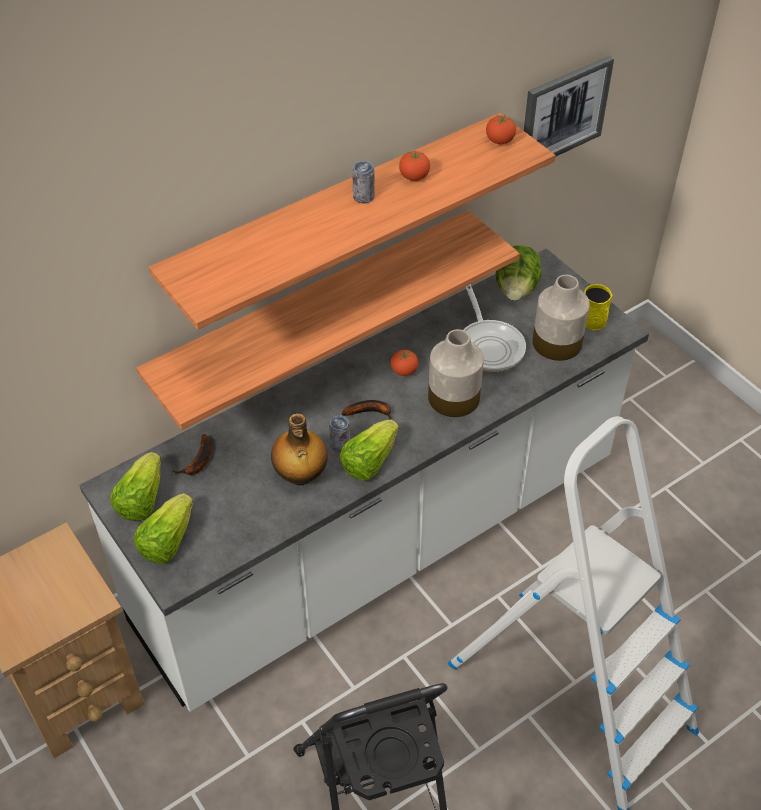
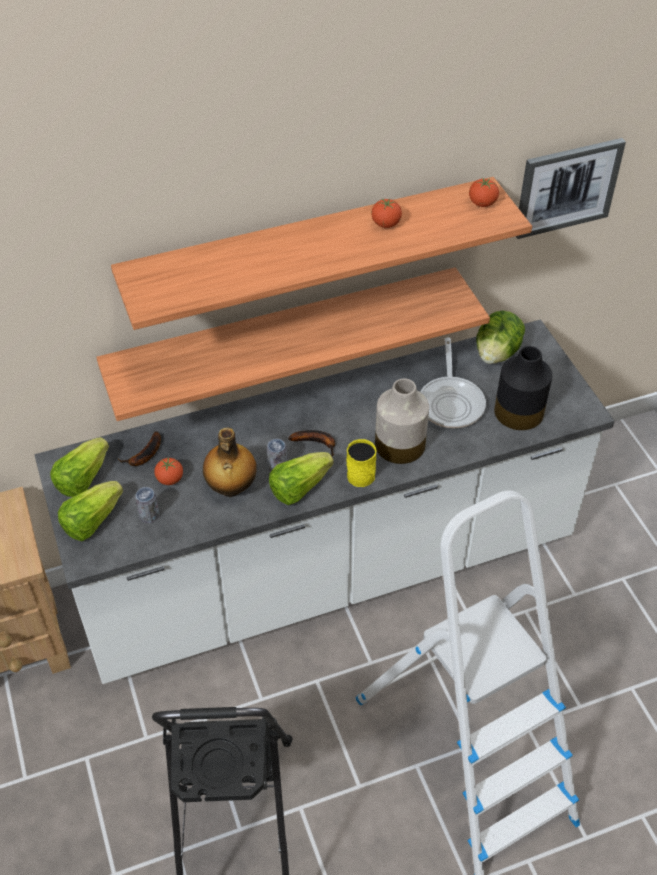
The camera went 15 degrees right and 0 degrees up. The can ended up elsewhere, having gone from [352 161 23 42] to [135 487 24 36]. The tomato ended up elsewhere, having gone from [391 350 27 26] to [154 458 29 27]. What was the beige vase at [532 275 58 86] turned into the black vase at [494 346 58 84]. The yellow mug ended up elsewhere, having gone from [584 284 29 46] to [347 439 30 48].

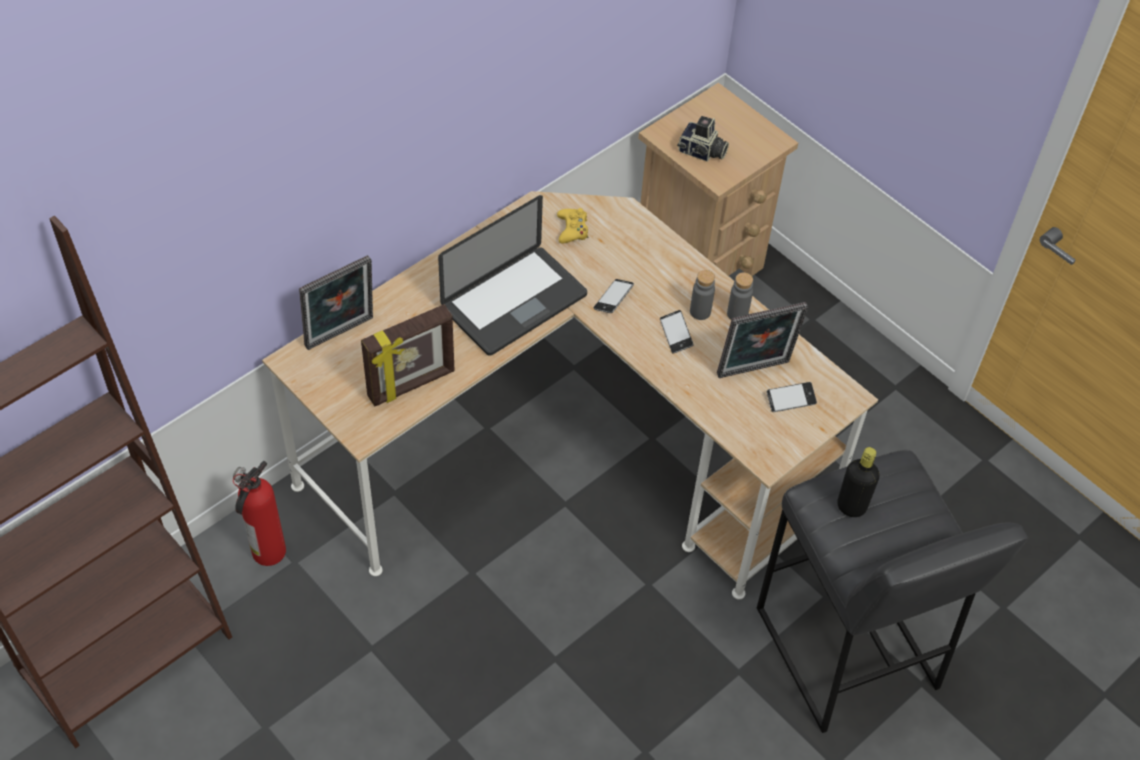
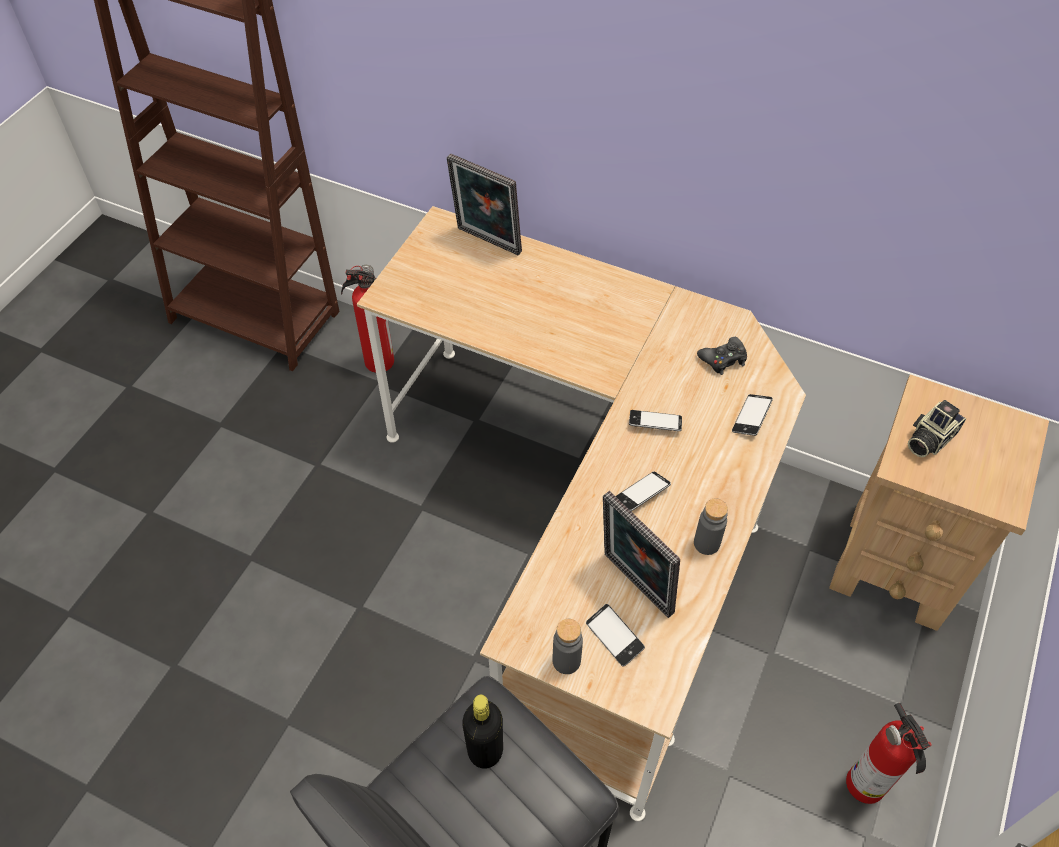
The camera went 70 degrees right and 0 degrees up. The second view lost the picture frame at [361 304 94 102]. The second view lost the laptop at [438 195 149 161]. What was the yellow game controller at [557 208 32 35] turned into the black game controller at [697 337 50 38]. The photo camera at [677 116 52 46] ended up facing another way, 45 degrees clockwise from before. The grey bottle ended up elsewhere, having gone from [690 270 25 50] to [552 619 31 55]. The second view gained the phone at [732 394 41 42]. The second view gained the fire extinguisher at [846 703 86 101].

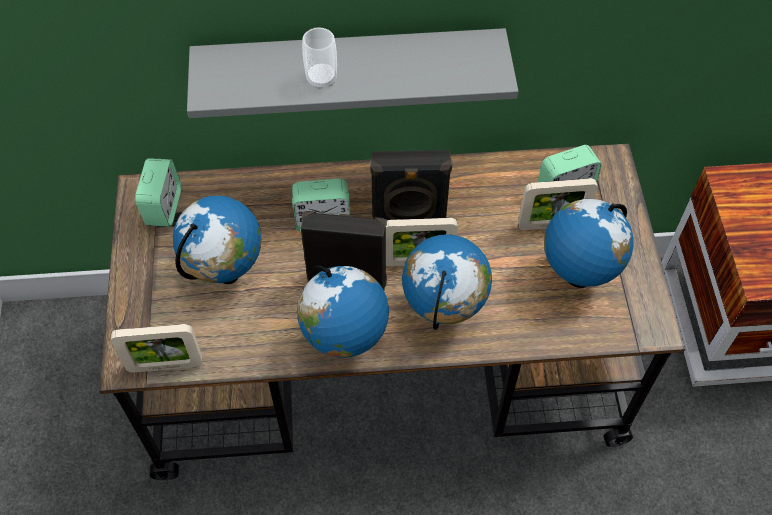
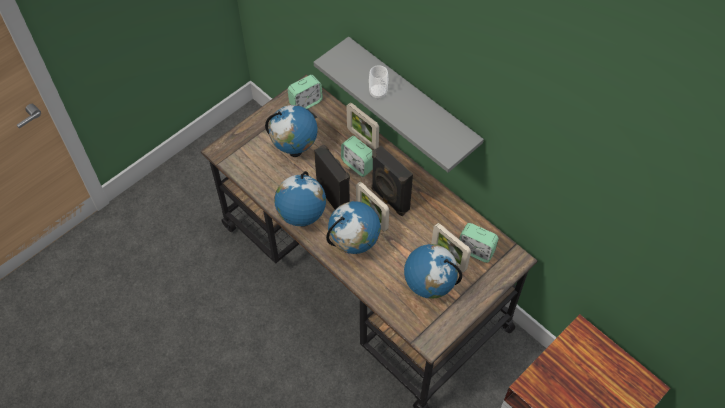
The camera went 50 degrees right and 0 degrees up. The picture frame ended up elsewhere, having gone from [111 324 91 48] to [346 103 33 47].

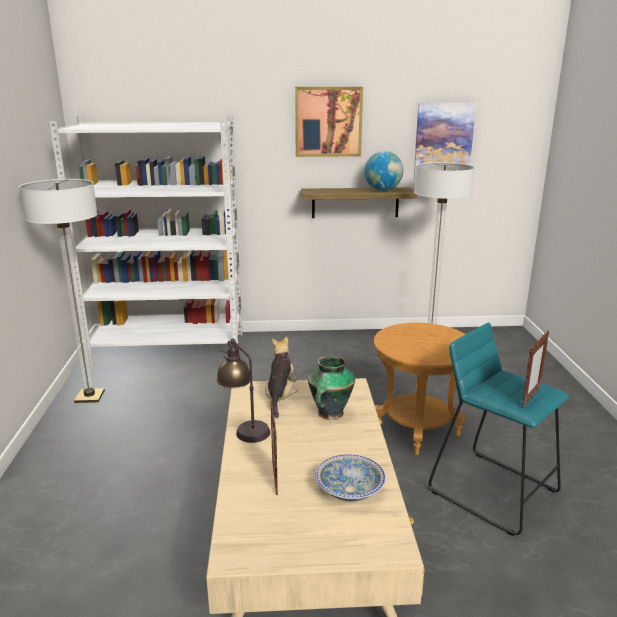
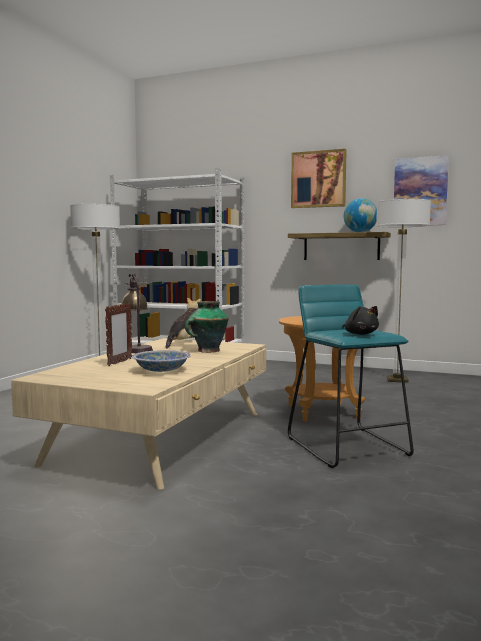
The camera went 25 degrees right and 15 degrees down. Where the picture frame stood at [522 330 27 78], the black plush toy came to stand at [342 306 37 29].

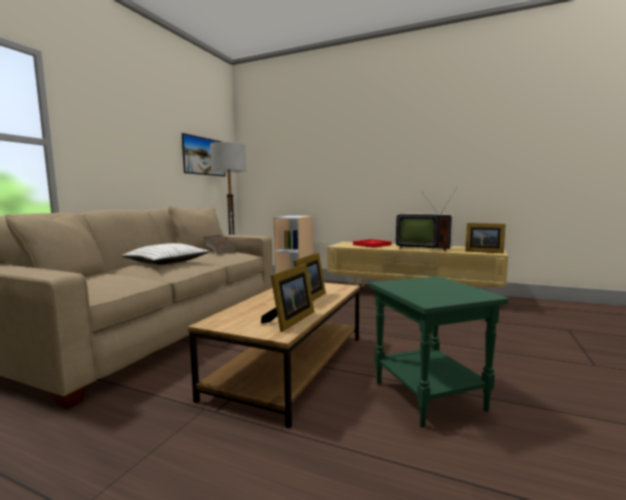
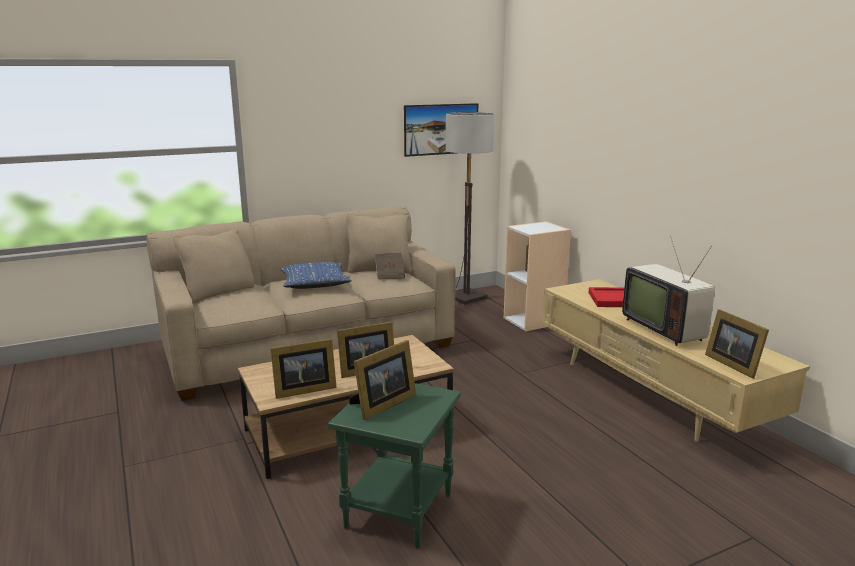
The camera went 40 degrees right and 10 degrees up. What was the white pillow at [122 243 88 22] turned into the blue pillow at [280 262 72 27]. The second view gained the picture frame at [349 340 67 80].

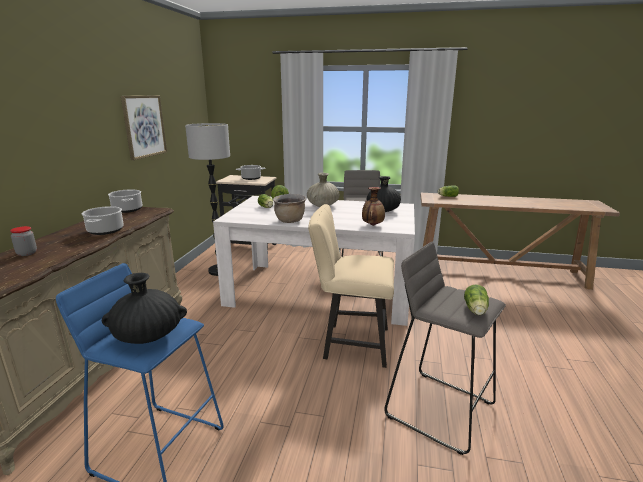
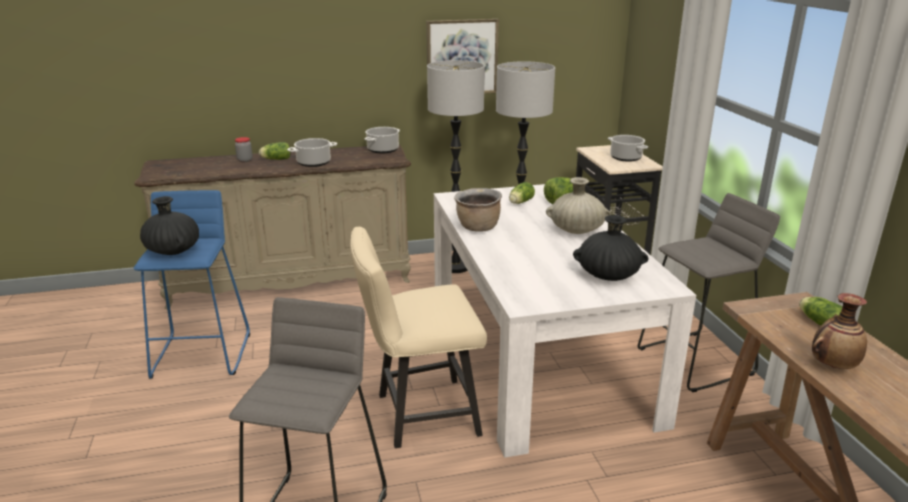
The camera went 65 degrees right and 5 degrees up. The beige chair at [308 204 86 164] ended up facing another way, 90 degrees counterclockwise from before. The vase ended up elsewhere, having gone from [362 187 23 39] to [812 293 55 76]. The lettuce ended up elsewhere, having gone from [464 284 25 31] to [259 142 32 18]. The second view gained the floor lamp at [427 60 58 213].

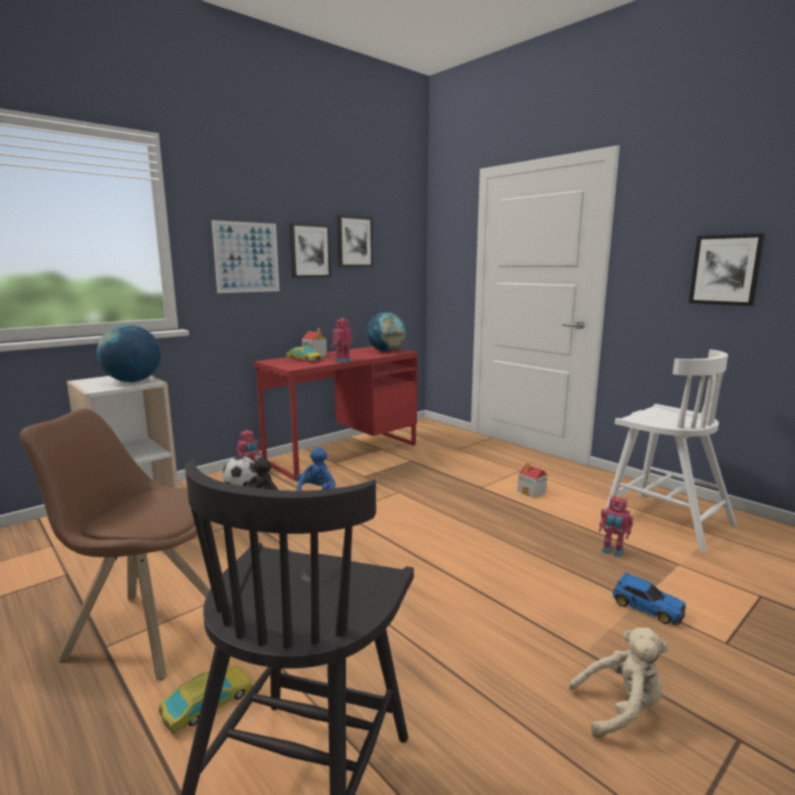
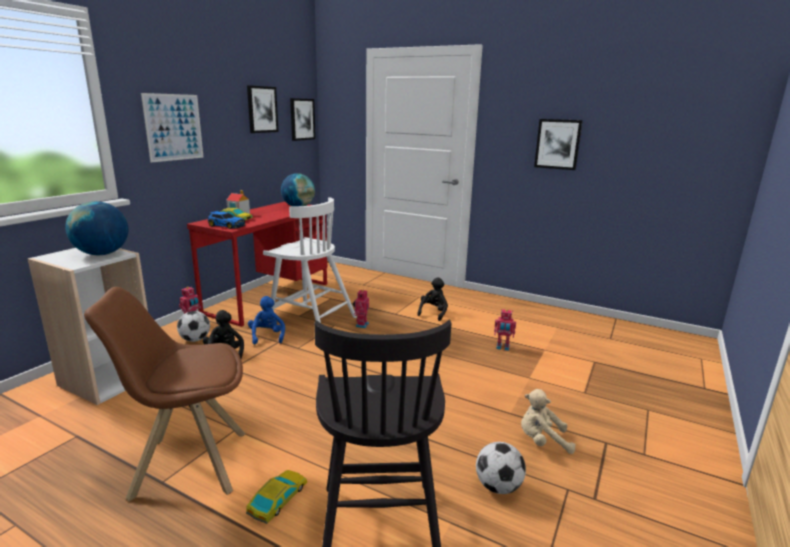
The camera went 20 degrees left and 5 degrees up. The picture ended up elsewhere, having gone from [289 222 42 56] to [290 98 25 43]. The toy robot ended up elsewhere, having gone from [331 318 21 45] to [353 290 16 38]. Where the toy house stood at [518 463 29 35], the black plush toy came to stand at [417 277 31 44]. The beige plush toy at [568 628 101 111] ended up facing another way, 150 degrees counterclockwise from before. The white chair ended up elsewhere, having gone from [605 349 132 204] to [263 197 94 126]. The toy car ended up elsewhere, having gone from [612 572 74 54] to [208 211 37 18]. The second view gained the football at [476 442 50 52].

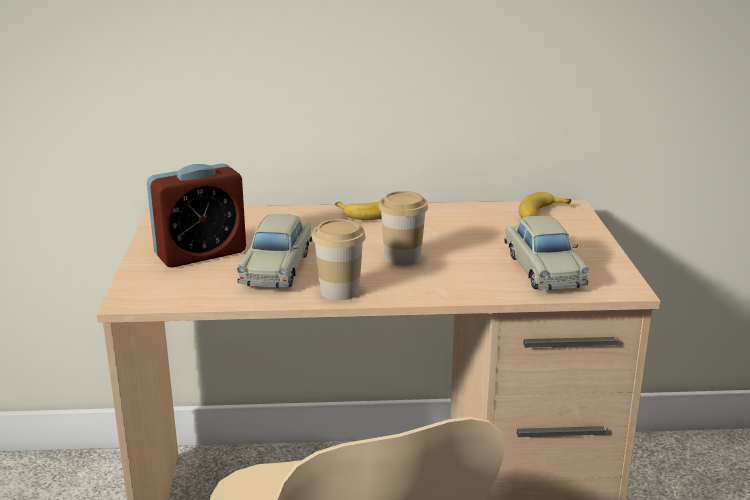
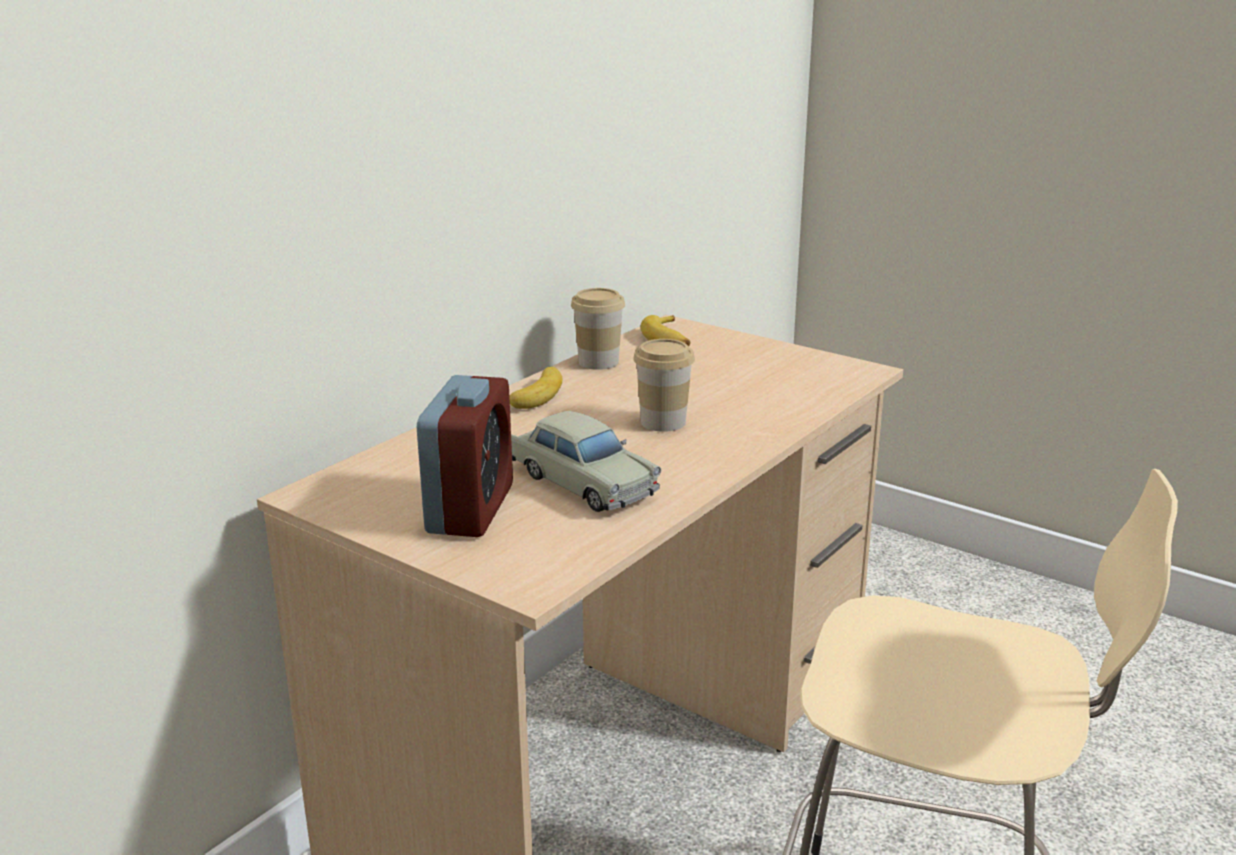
The camera went 50 degrees left and 0 degrees up. The cup ended up elsewhere, having gone from [312 219 54 81] to [571 288 54 82]. The second view lost the beige toy car at [504 215 86 75].

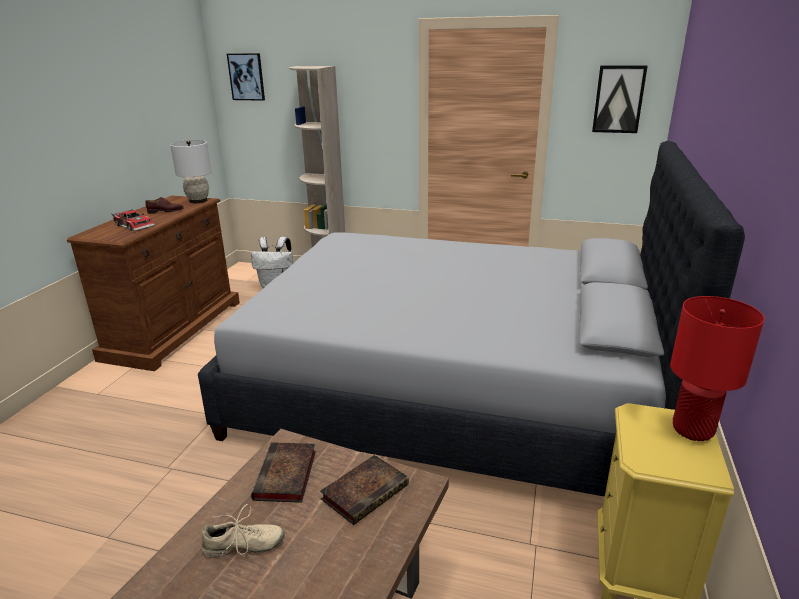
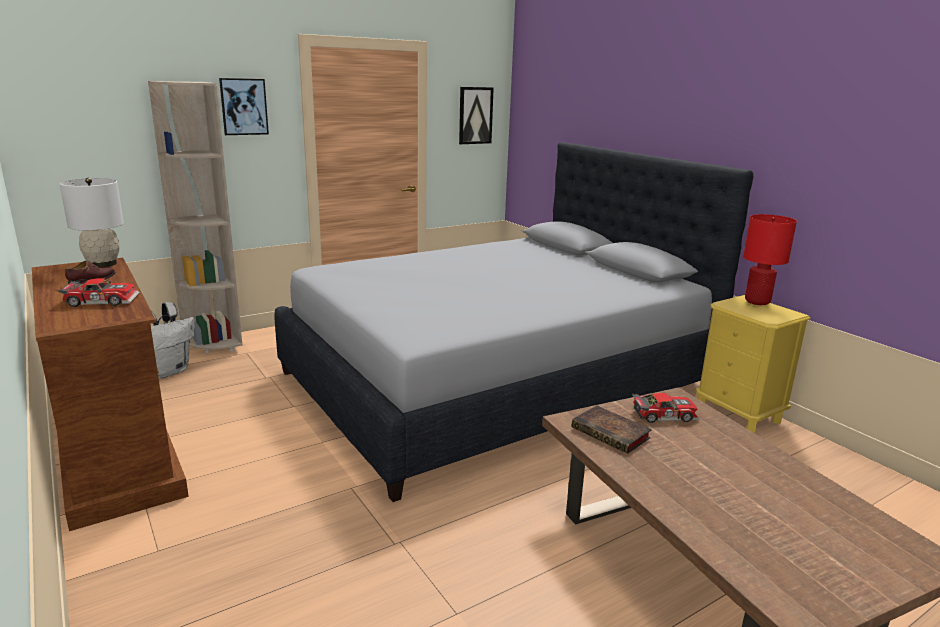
The camera went 50 degrees left and 5 degrees down. The second view lost the beige shoe at [202 504 83 54]. The picture ended up elsewhere, having gone from [227 53 38 48] to [219 78 50 57]. Where the book stood at [320 455 89 70], the toy car came to stand at [632 393 68 30].

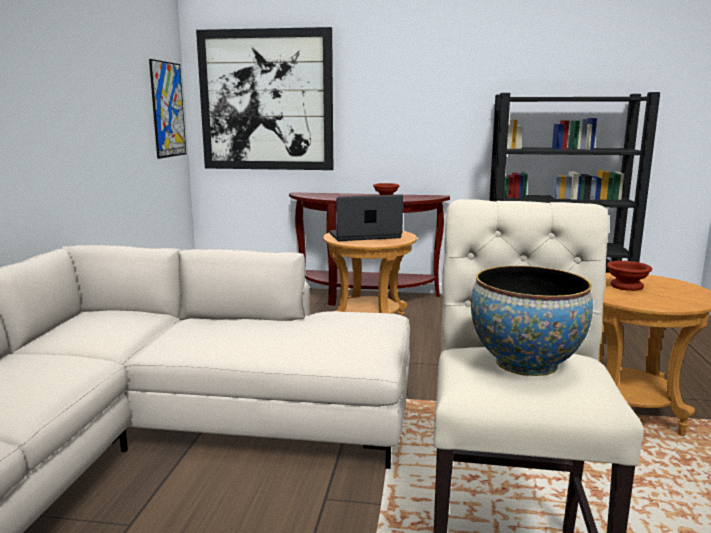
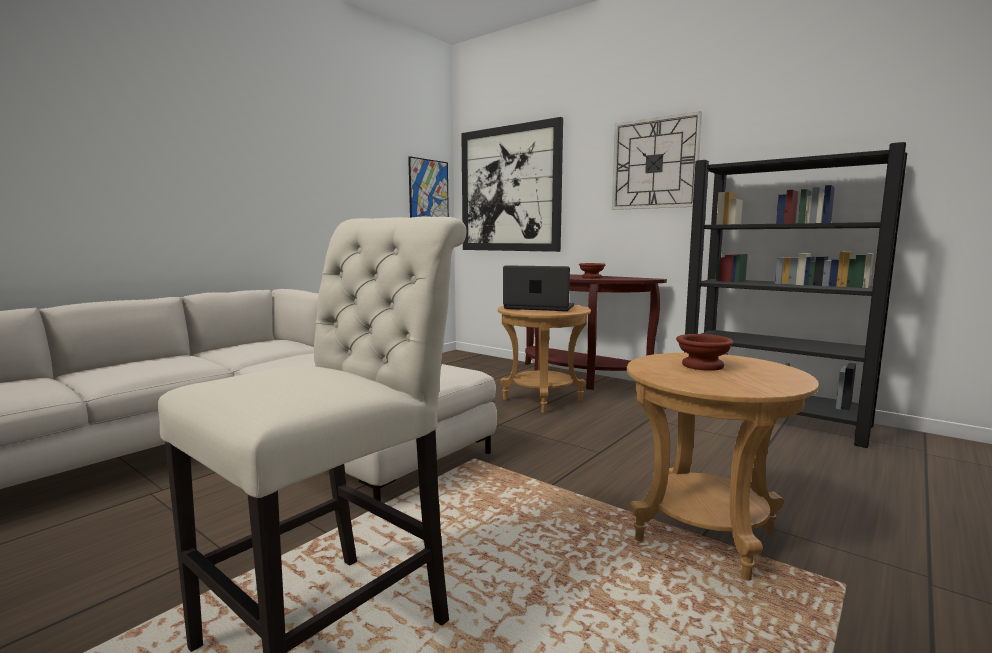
The camera went 30 degrees right and 5 degrees down. The second view lost the bowl at [471 266 122 110]. The second view gained the wall clock at [612 111 90 99].

